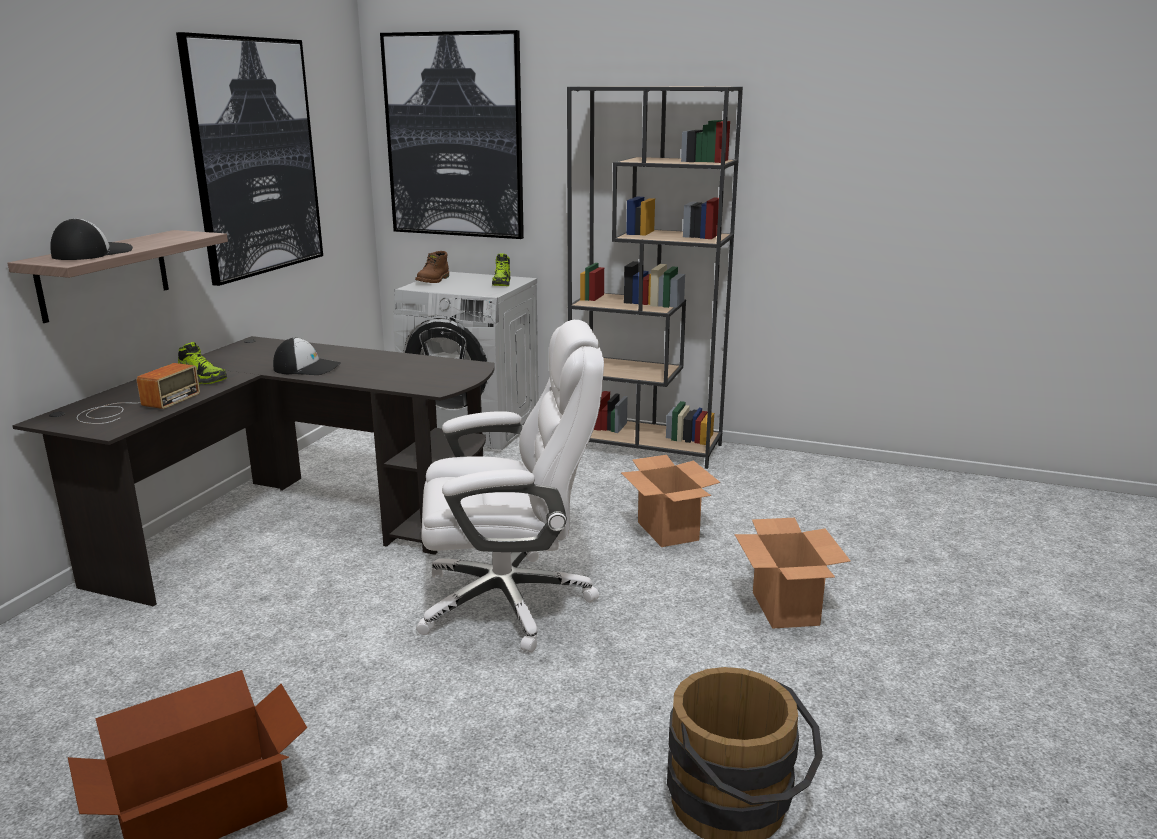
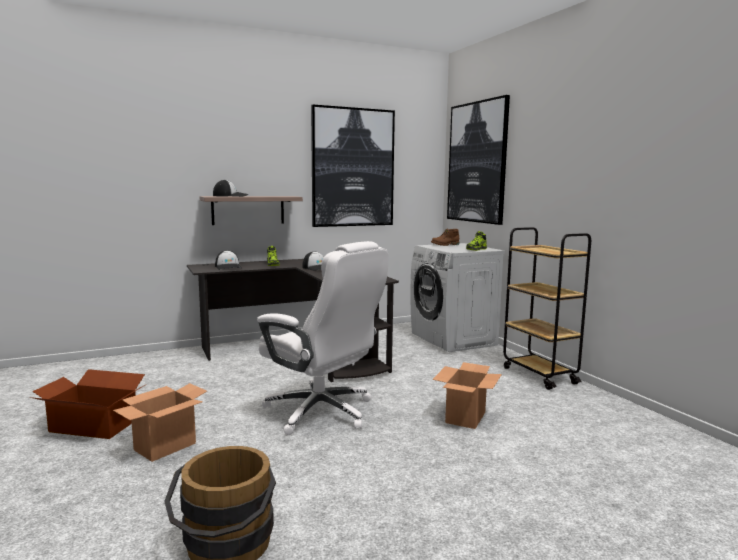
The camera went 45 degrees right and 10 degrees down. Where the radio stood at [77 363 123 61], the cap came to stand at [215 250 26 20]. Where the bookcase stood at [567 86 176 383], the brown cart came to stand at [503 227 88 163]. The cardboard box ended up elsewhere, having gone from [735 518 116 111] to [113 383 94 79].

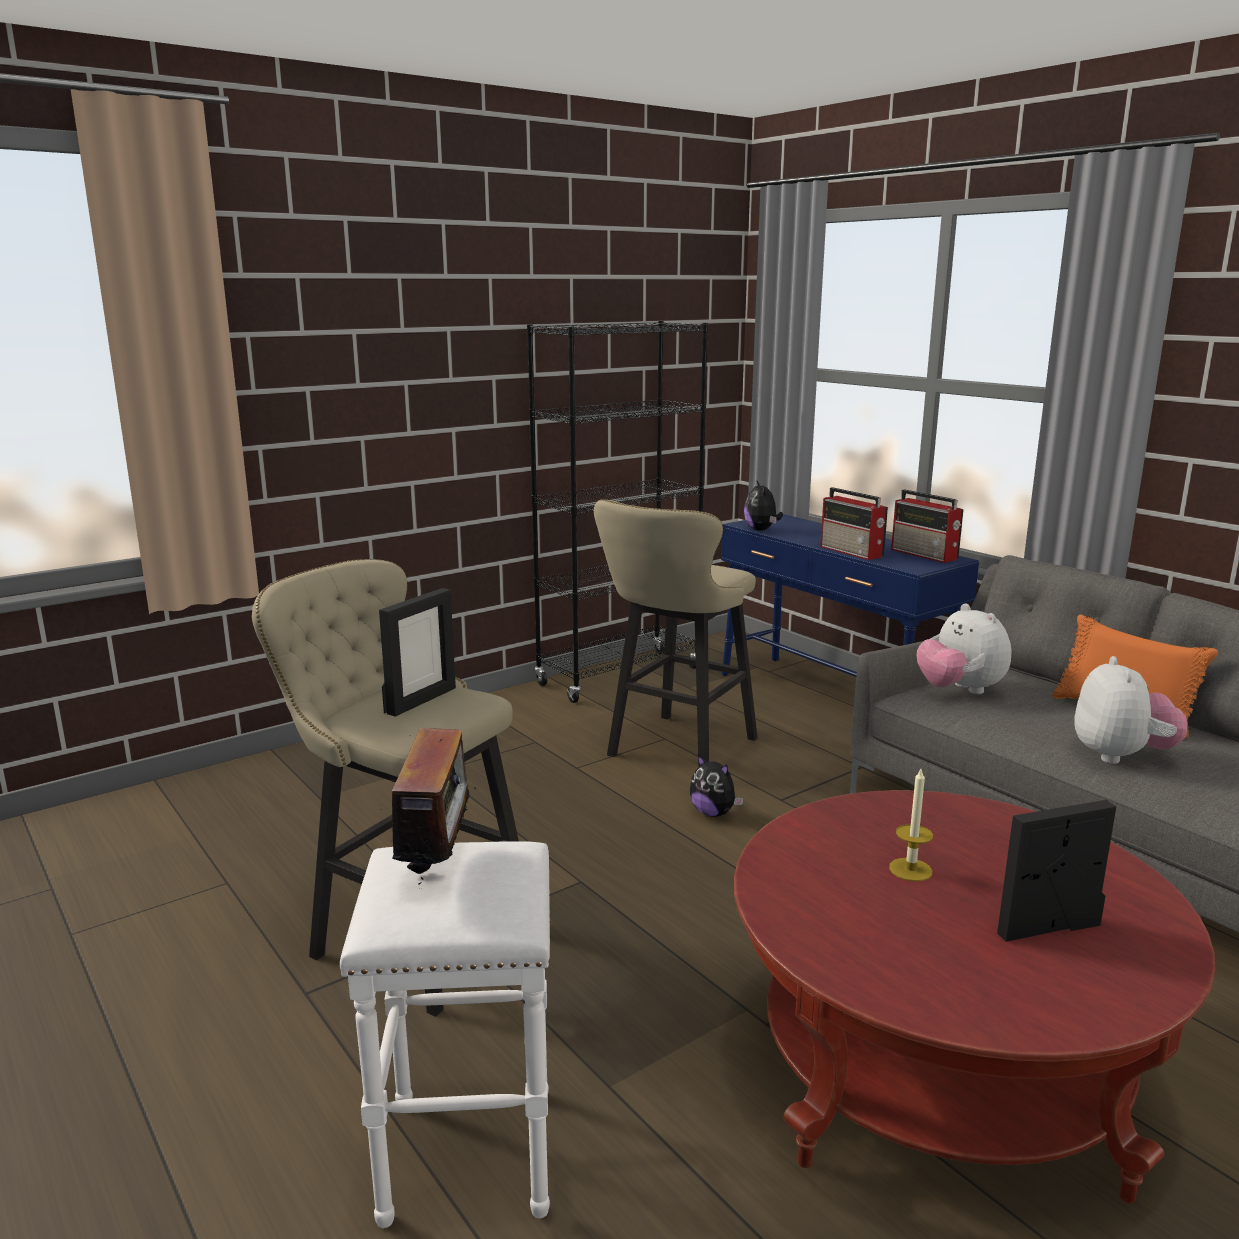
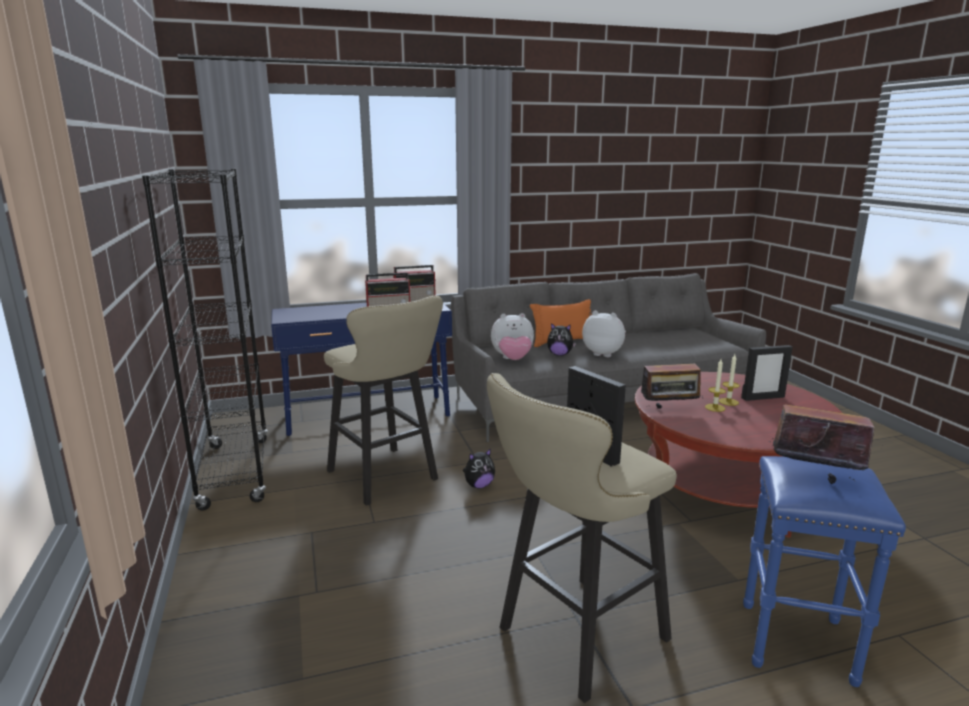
The camera went 70 degrees left and 0 degrees up. What was the white stool at [340 841 210 387] turned into the blue stool at [743 456 163 231]. The plush toy ended up elsewhere, having gone from [744 481 39 50] to [547 323 29 33]. The picture frame at [997 800 119 142] ended up facing another way, 105 degrees counterclockwise from before. The second view gained the radio at [641 357 62 52]. The second view gained the candle at [719 354 21 52].

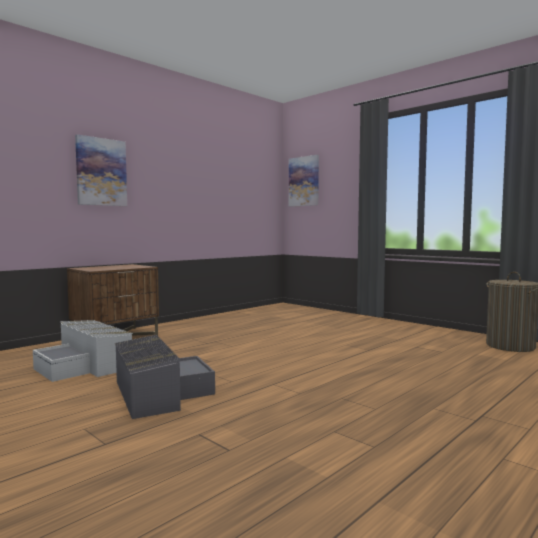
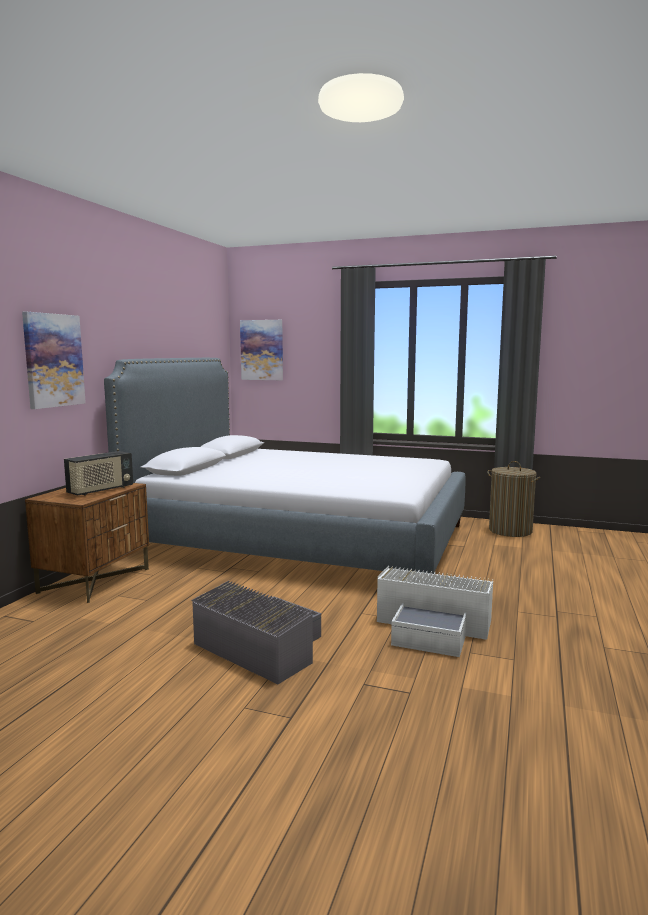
The camera went 25 degrees left and 5 degrees up. The white storage box ended up elsewhere, having gone from [33 320 100 62] to [377 566 116 91]. The second view gained the radio at [64 451 69 45]. The second view gained the bed at [104 358 362 216].

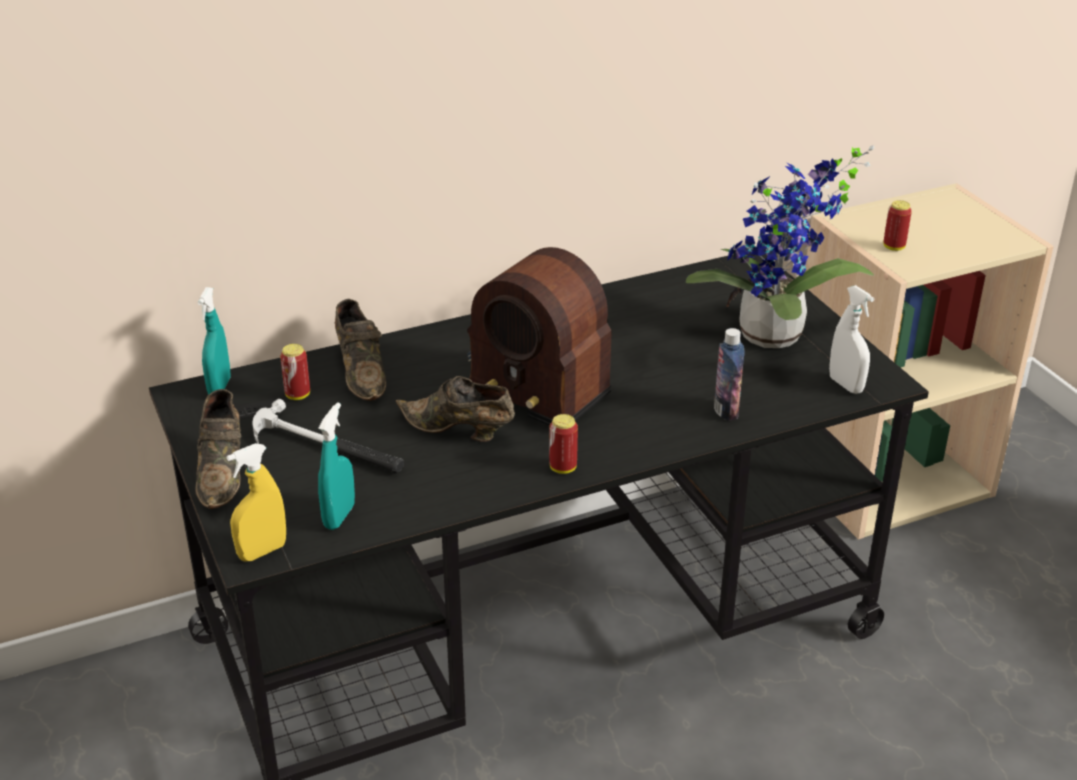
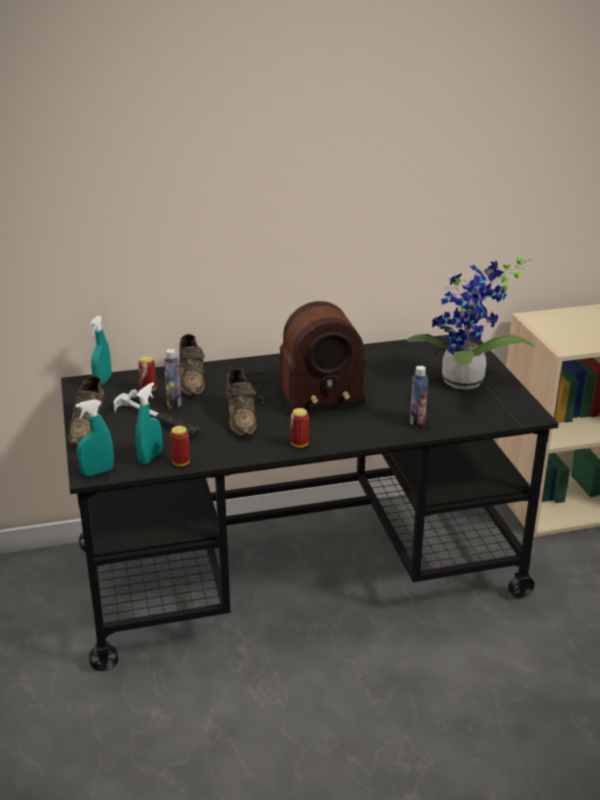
The camera went 10 degrees right and 5 degrees down. What was the yellow spray bottle at [226 443 60 119] turned into the turquoise spray bottle at [75 399 39 77]. The brown shoe at [396 376 119 66] ended up facing another way, 135 degrees counterclockwise from before. The radio at [467 247 145 179] ended up facing another way, 60 degrees counterclockwise from before. The second view lost the white spray bottle at [829 285 45 109]. The can ended up elsewhere, having gone from [883 200 29 51] to [170 426 20 40]. The second view gained the bottle at [164 349 18 60].

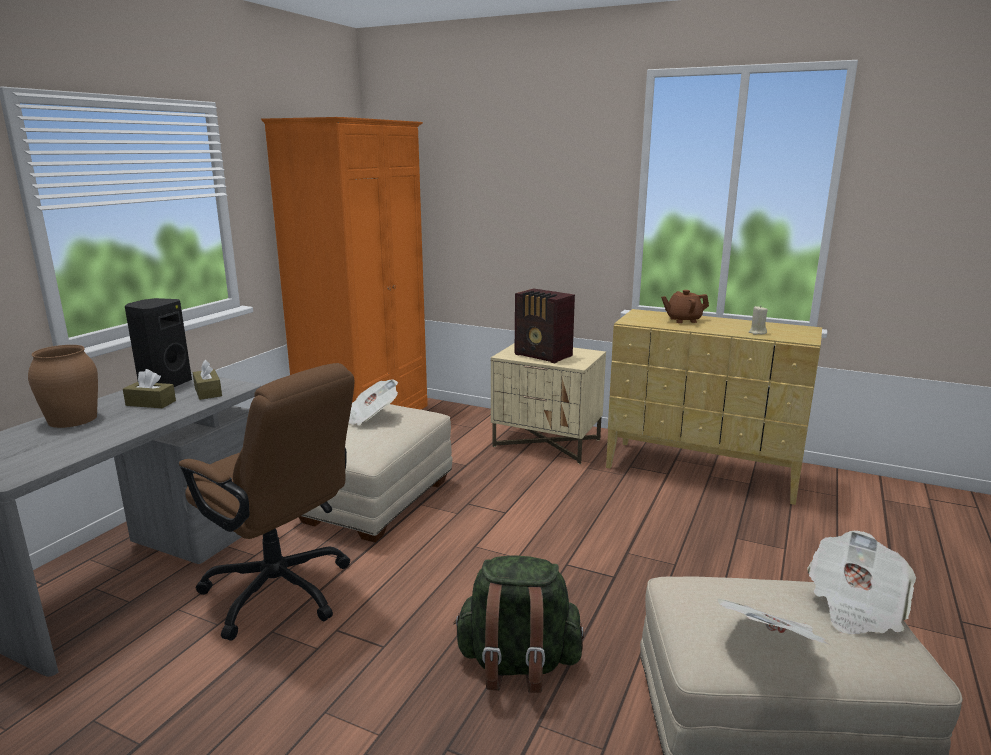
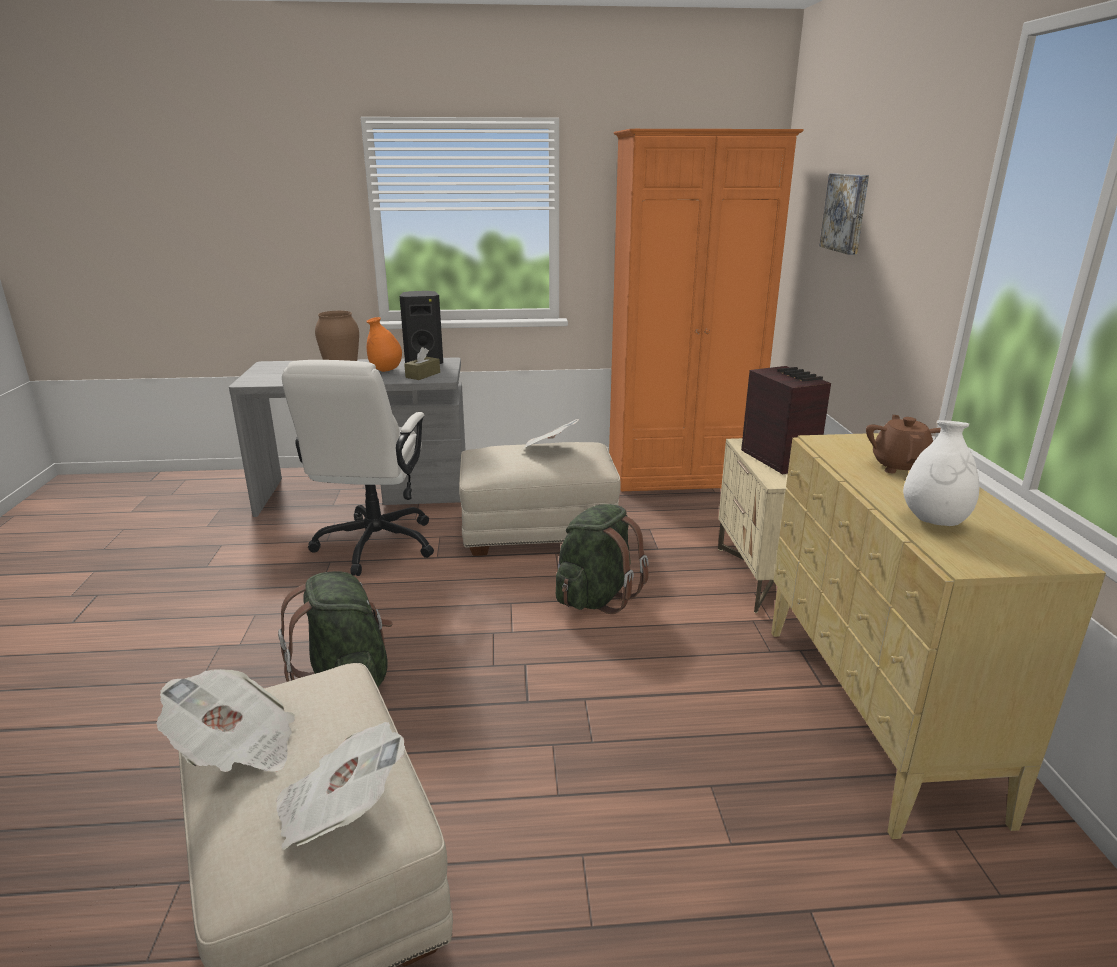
The camera went 60 degrees right and 5 degrees up. Where the brown tissue box stood at [123 369 53 39], the orange vase came to stand at [366 317 36 55]. What was the brown office chair at [179 363 175 278] turned into the white office chair at [282 360 152 216]. The radio at [515 288 60 75] ended up facing another way, 150 degrees clockwise from before. The brown teapot at [661 290 48 33] ended up facing another way, 45 degrees clockwise from before. Where the beige candle stood at [749 306 19 29], the white vase came to stand at [903 420 76 106]. The second view gained the green backpack at [556 504 93 110]. The second view gained the picture at [819 174 50 81].

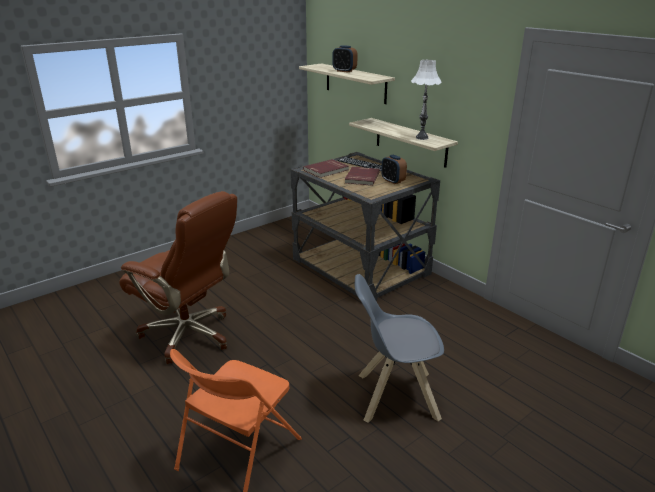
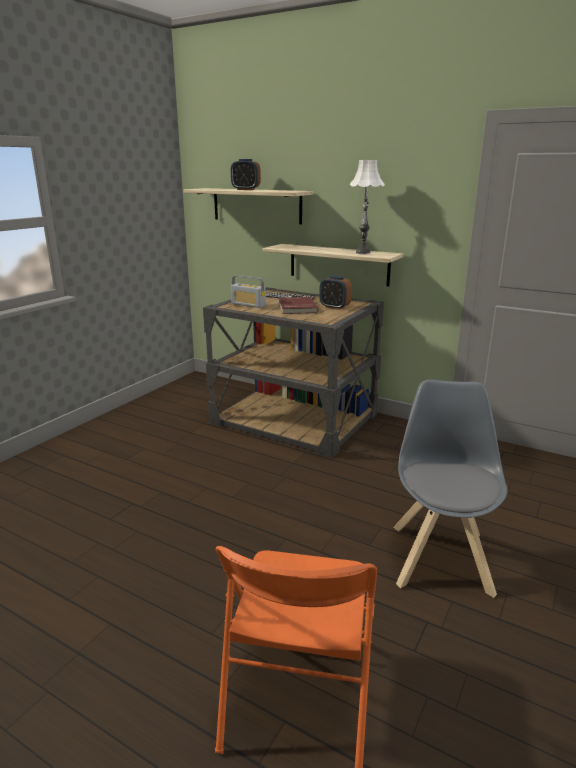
The camera went 20 degrees left and 5 degrees down. The second view lost the brown office chair at [119 191 118 173]. Where the red book stood at [303 159 46 19], the radio came to stand at [231 275 35 33]. The grey chair at [355 274 89 149] ended up facing another way, 120 degrees clockwise from before.

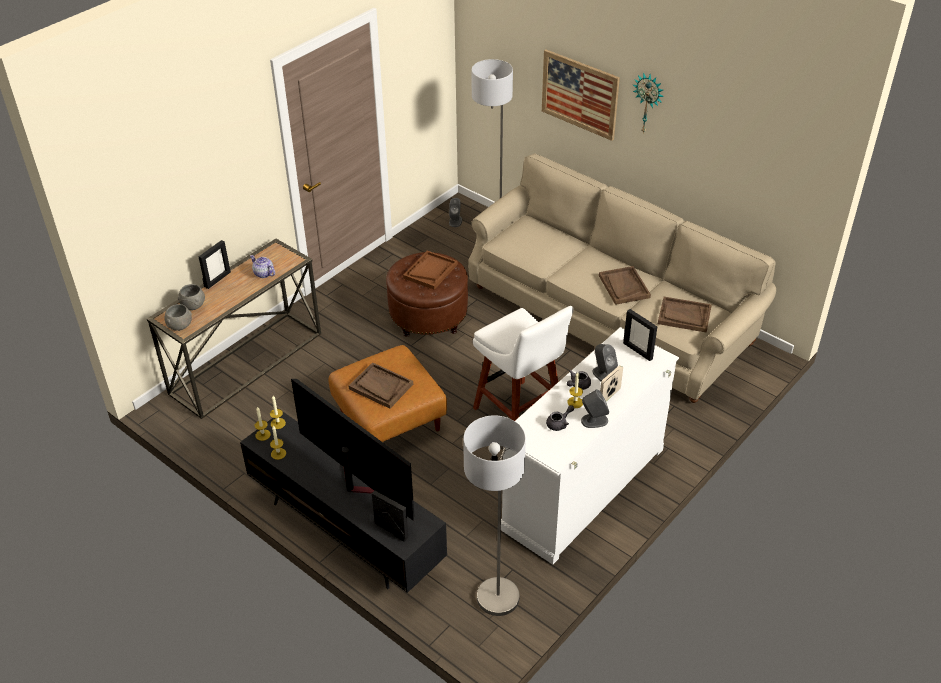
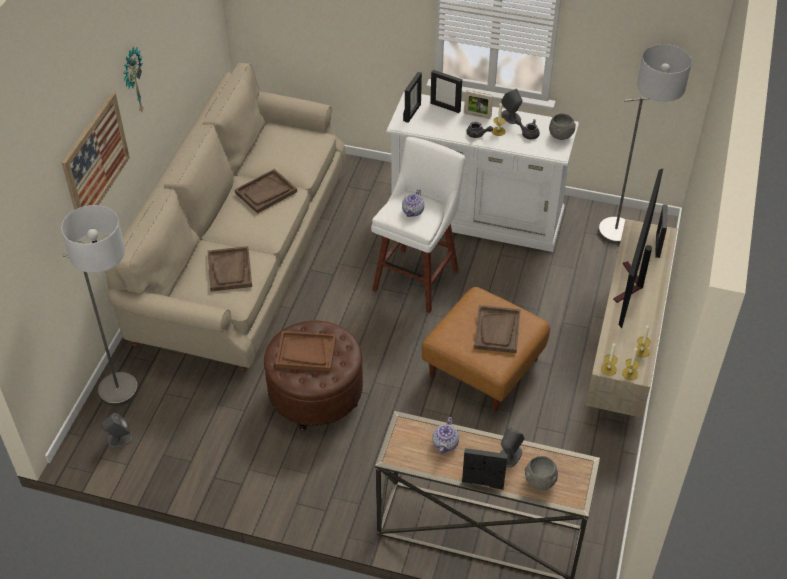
The camera went 115 degrees left and 5 degrees up. The grey bowl ended up elsewhere, having gone from [164 304 28 27] to [549 113 27 27]. What was the black tv stand at [240 412 207 181] turned into the beige tv stand at [586 219 91 199]. The grey speaker ended up elsewhere, having gone from [592 344 26 37] to [500 427 25 41]. The brown tray ended up elsewhere, having gone from [658 297 54 36] to [208 246 44 46]. The second view gained the teapot at [402 189 22 28]. The second view gained the picture frame at [430 70 32 43].

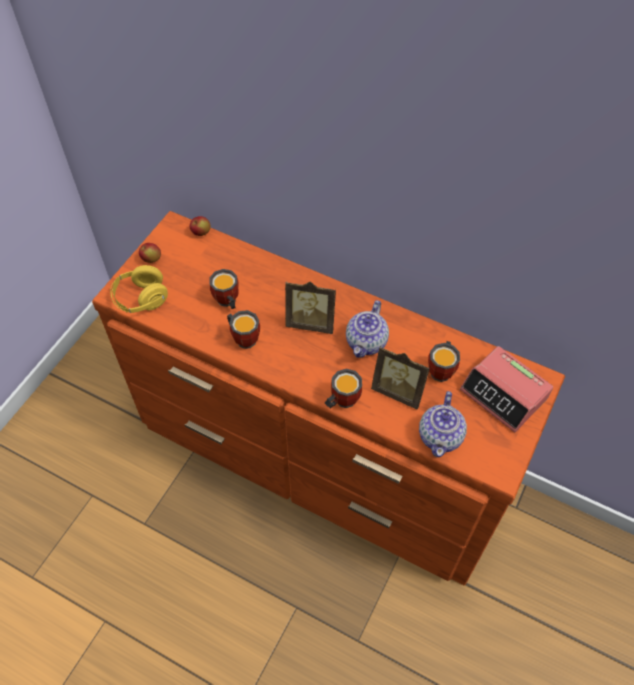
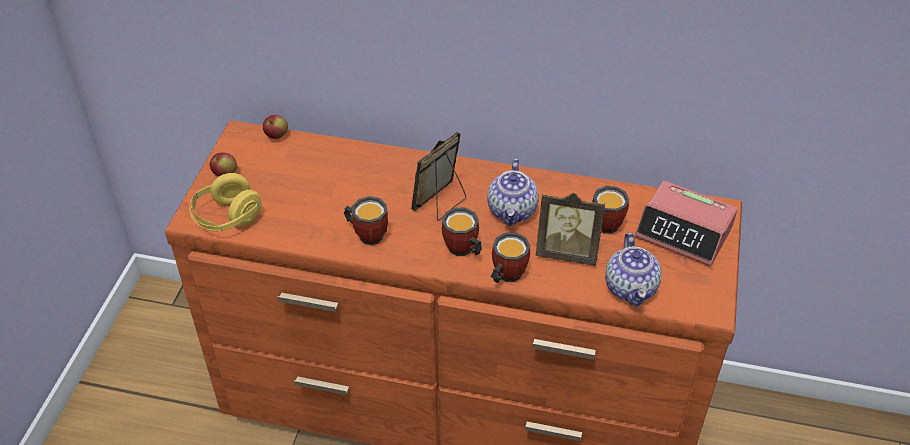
The camera went 15 degrees left and 10 degrees down. The mug ended up elsewhere, having gone from [210 269 29 40] to [442 208 40 48]. The picture frame at [285 281 51 53] ended up facing another way, 135 degrees clockwise from before.

